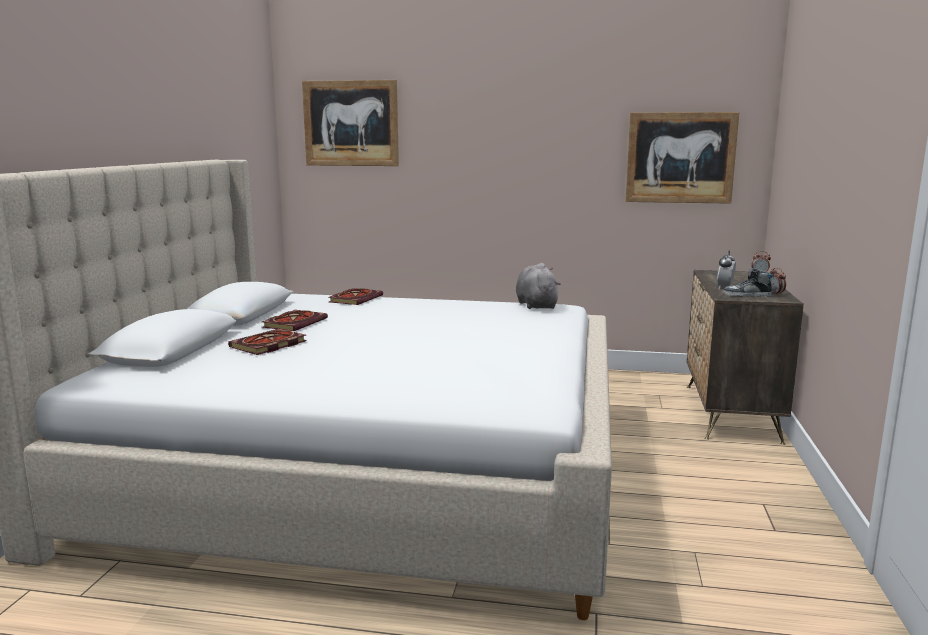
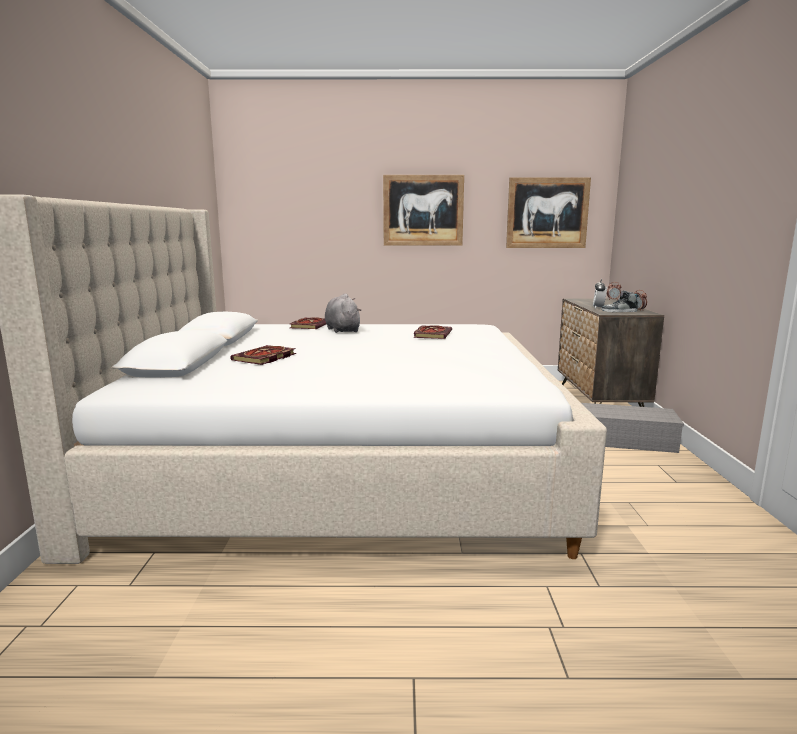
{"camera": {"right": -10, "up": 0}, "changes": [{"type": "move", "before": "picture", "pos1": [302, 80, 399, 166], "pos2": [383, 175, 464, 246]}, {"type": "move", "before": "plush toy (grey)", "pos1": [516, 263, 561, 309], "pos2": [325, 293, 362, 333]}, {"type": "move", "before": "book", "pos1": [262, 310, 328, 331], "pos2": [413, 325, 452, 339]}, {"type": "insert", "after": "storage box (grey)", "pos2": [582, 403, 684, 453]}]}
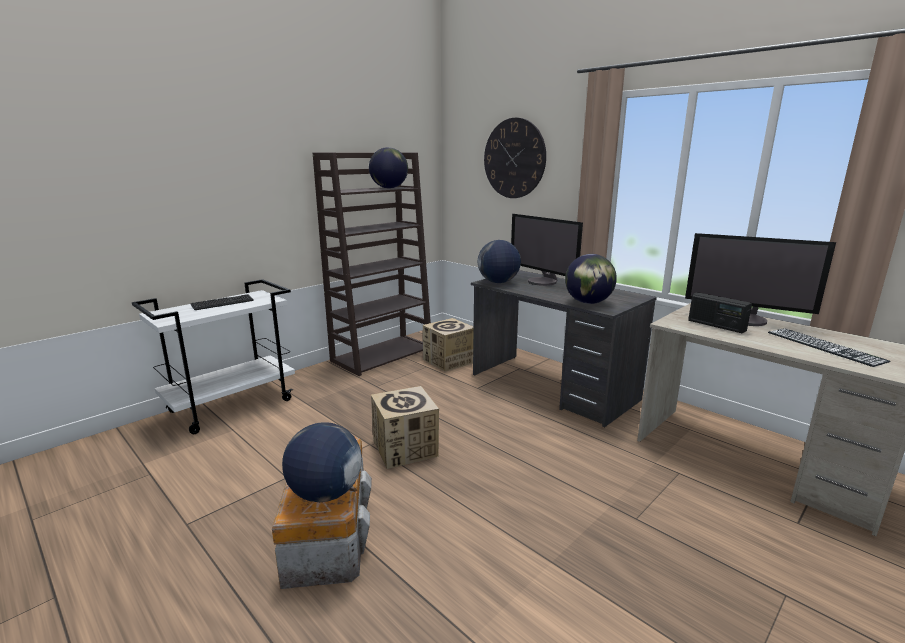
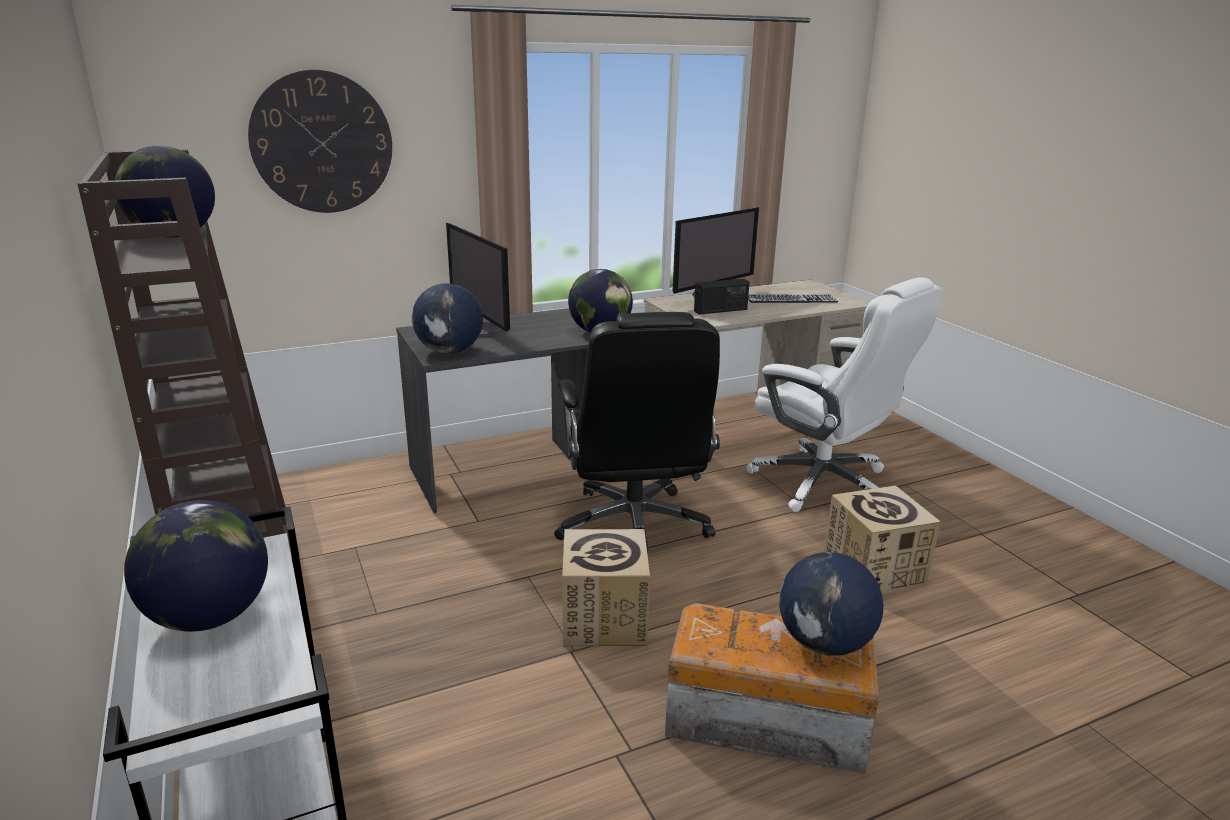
{"camera": {"right": -70, "up": 5}, "changes": [{"type": "rotate", "before": "monitor", "pos1": [511, 214, 583, 286], "pos2": [446, 223, 510, 337], "turn": 75}, {"type": "replace", "before": "keyboard", "after": "globe", "pos1": [191, 294, 254, 310], "pos2": [124, 500, 268, 632]}, {"type": "move", "before": "cardboard box", "pos1": [423, 318, 474, 372], "pos2": [824, 485, 941, 594]}, {"type": "insert", "after": "office chair (white)", "pos2": [747, 277, 943, 512]}, {"type": "insert", "after": "office chair (black)", "pos2": [554, 312, 720, 555]}]}
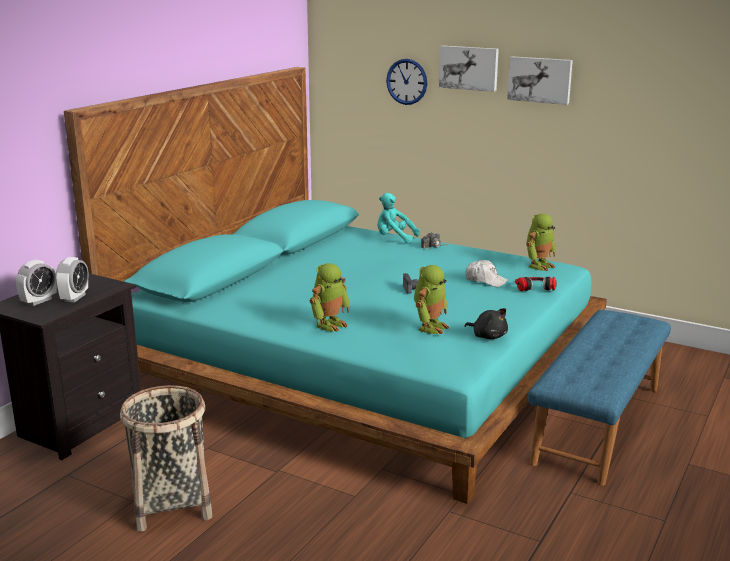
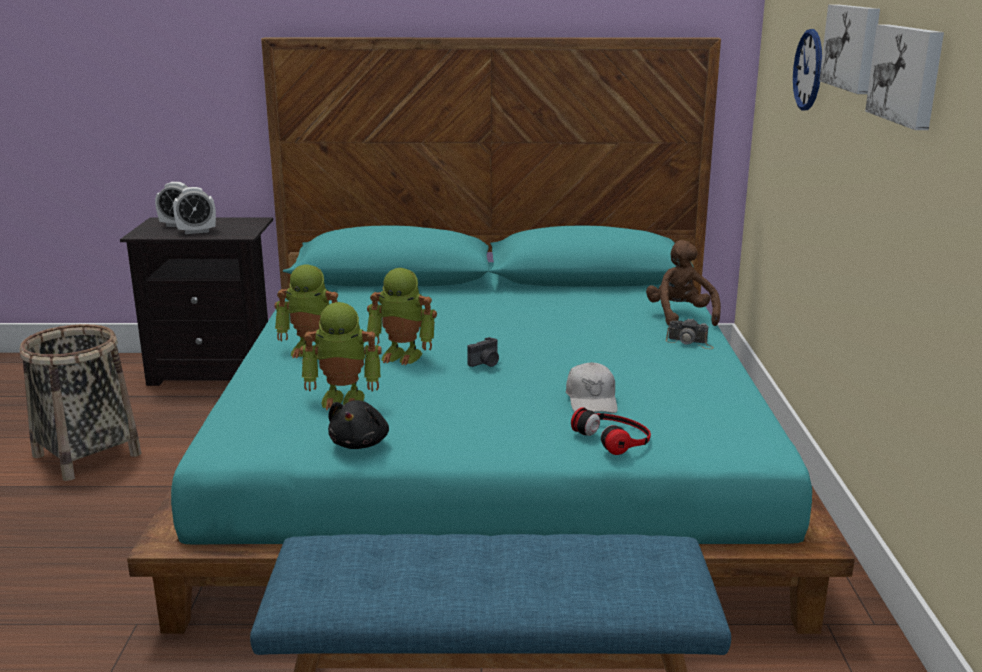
{"camera": {"right": 60, "up": 0}, "changes": [{"type": "recolor", "before": "plush toy (turquoise)", "after": "plush toy (brown)", "pos1": [377, 193, 420, 243], "pos2": [646, 240, 721, 326]}, {"type": "move", "before": "toy robot", "pos1": [526, 213, 556, 271], "pos2": [367, 268, 437, 365]}]}
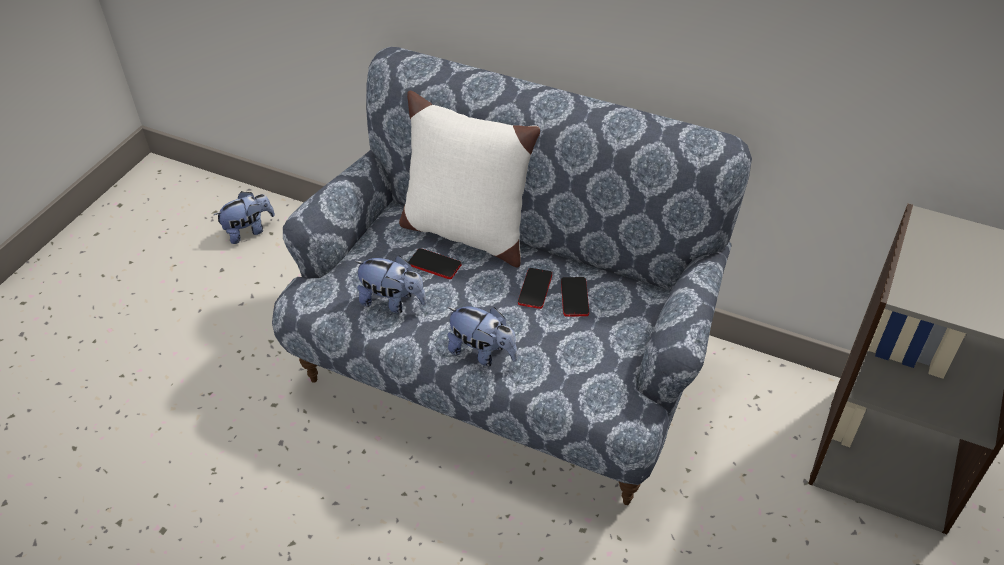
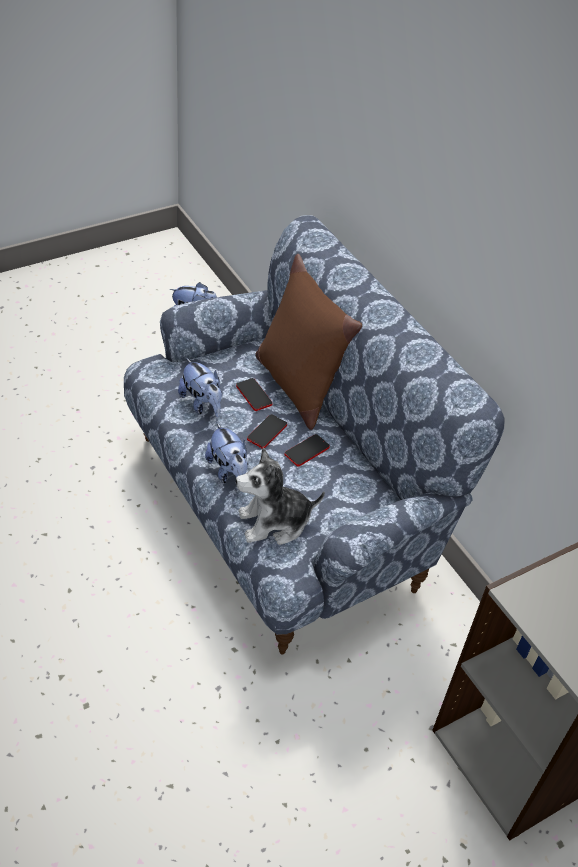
{"camera": {"right": 30, "up": 0}, "changes": [{"type": "recolor", "before": "pillow (white)", "after": "pillow (brown)", "pos1": [399, 91, 540, 268], "pos2": [256, 254, 362, 430]}, {"type": "move", "before": "phone", "pos1": [561, 277, 589, 317], "pos2": [247, 414, 287, 448]}, {"type": "insert", "after": "plush toy", "pos2": [236, 447, 325, 545]}]}
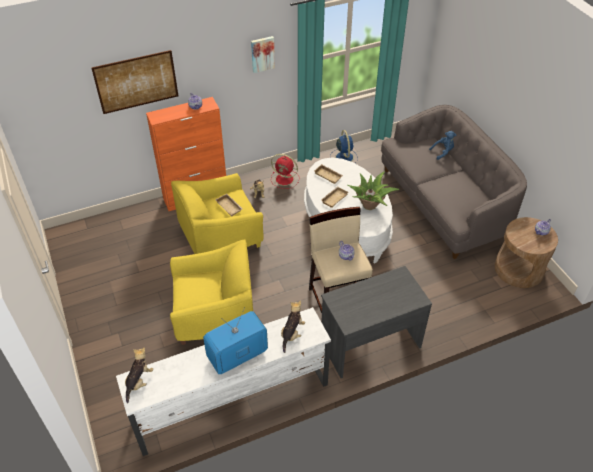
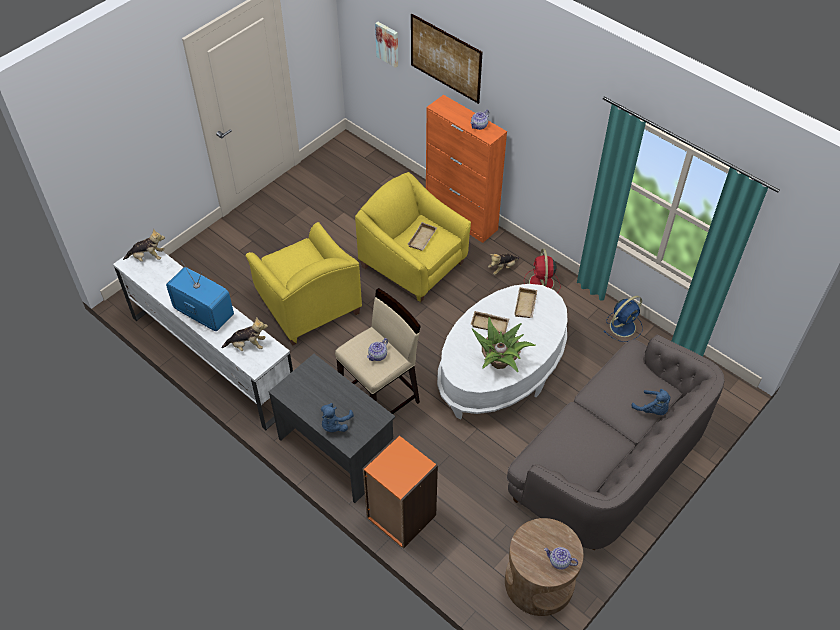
{"camera": {"right": 65, "up": 5}, "changes": [{"type": "move", "before": "picture", "pos1": [251, 36, 275, 73], "pos2": [375, 22, 398, 68]}, {"type": "insert", "after": "plush toy (blue)", "pos2": [321, 403, 354, 432]}, {"type": "insert", "after": "bookcase (orange)", "pos2": [362, 435, 438, 549]}]}
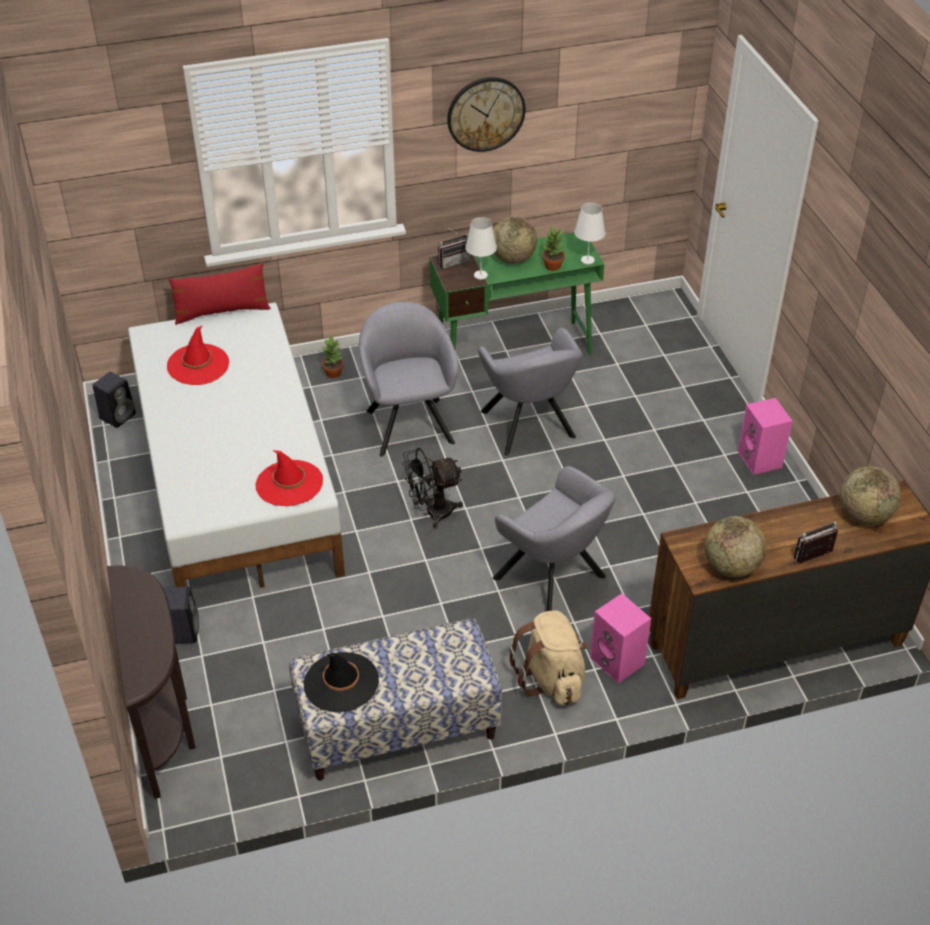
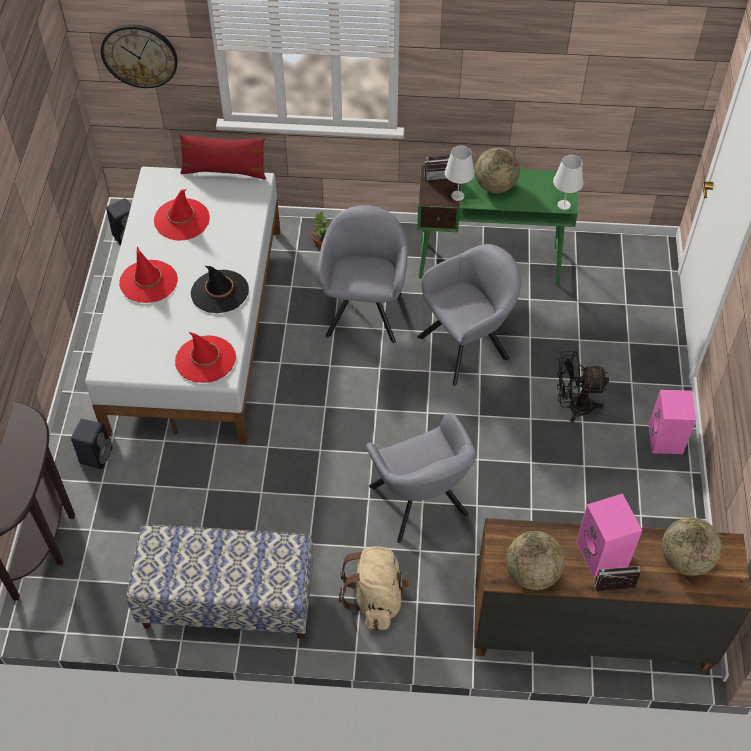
{"camera": {"right": 20, "up": 10}, "changes": [{"type": "move", "before": "wall clock", "pos1": [447, 77, 526, 152], "pos2": [101, 24, 178, 88]}, {"type": "delete", "before": "potted plant", "pos1": [542, 226, 565, 271]}, {"type": "rotate", "before": "armchair (grey)", "pos1": [478, 328, 583, 456], "pos2": [417, 244, 521, 386], "turn": -120}, {"type": "move", "before": "fan (black)", "pos1": [403, 448, 463, 529], "pos2": [557, 351, 609, 423]}, {"type": "move", "before": "speaker (pink)", "pos1": [590, 594, 651, 683], "pos2": [576, 493, 642, 578]}, {"type": "move", "before": "hat (black)", "pos1": [304, 652, 379, 713], "pos2": [191, 266, 249, 313]}, {"type": "insert", "after": "hat (red)", "pos2": [119, 247, 178, 303]}]}
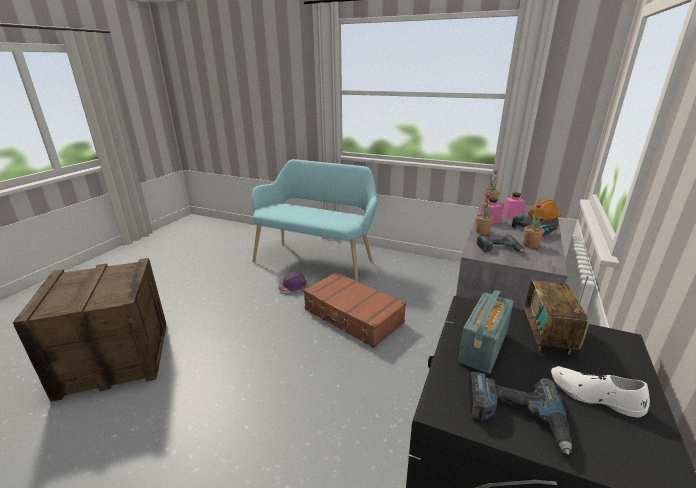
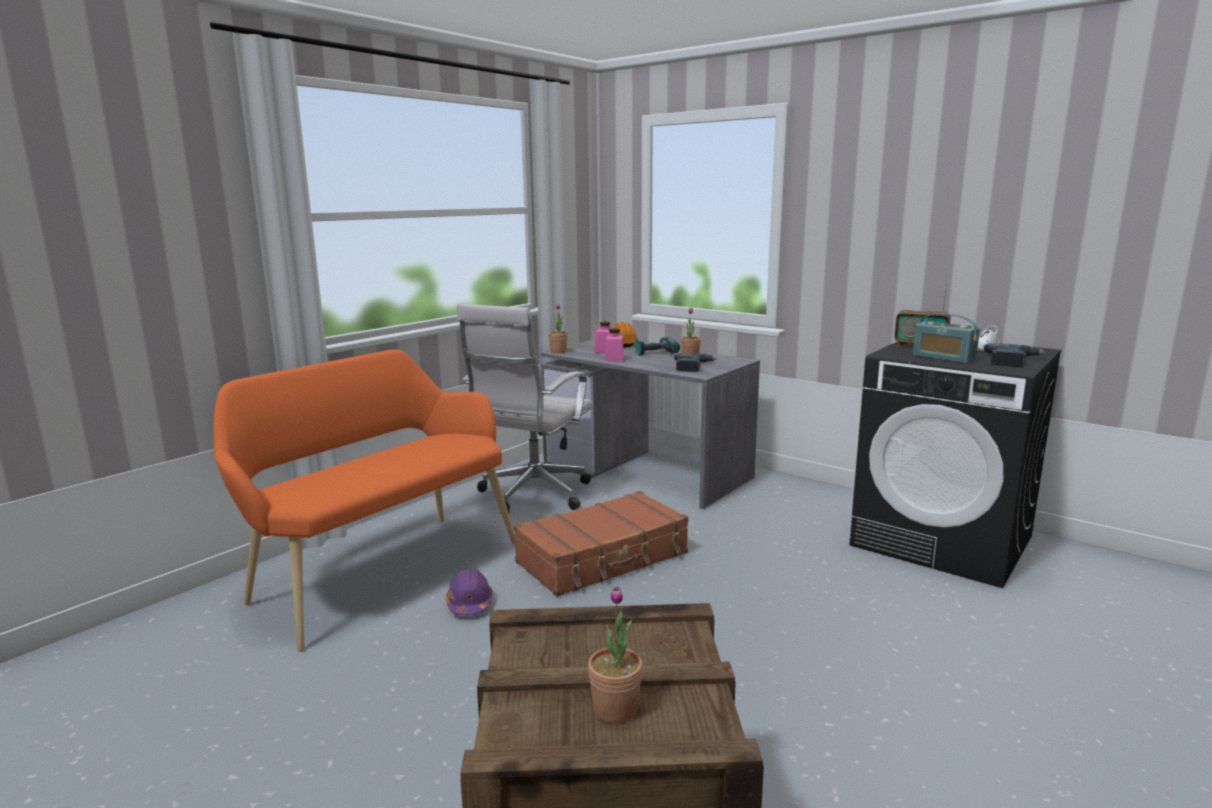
{"camera": {"right": -75, "up": -10}, "changes": [{"type": "recolor", "before": "bench (turquoise)", "after": "bench (orange)", "pos1": [252, 159, 377, 281], "pos2": [213, 349, 515, 651]}, {"type": "move", "before": "potted plant", "pos1": [475, 193, 493, 235], "pos2": [588, 587, 643, 723]}, {"type": "insert", "after": "office chair (white)", "pos2": [457, 303, 593, 514]}]}
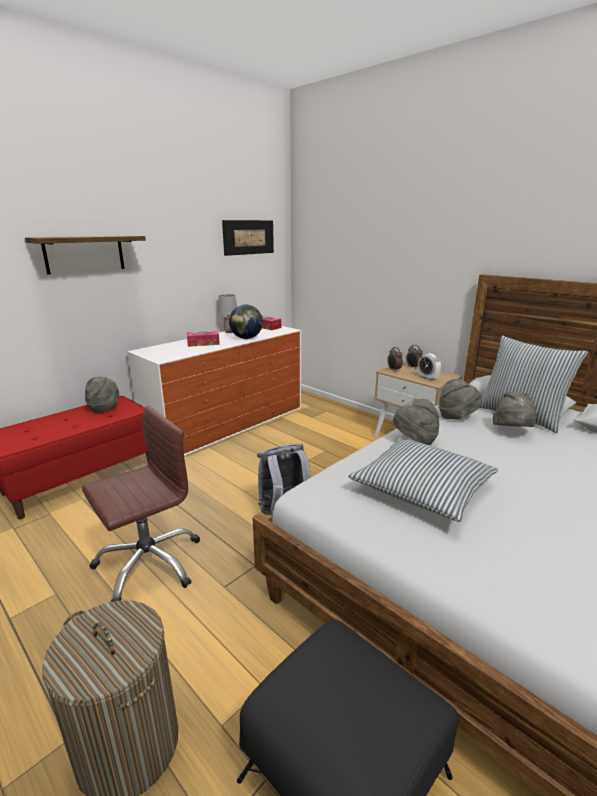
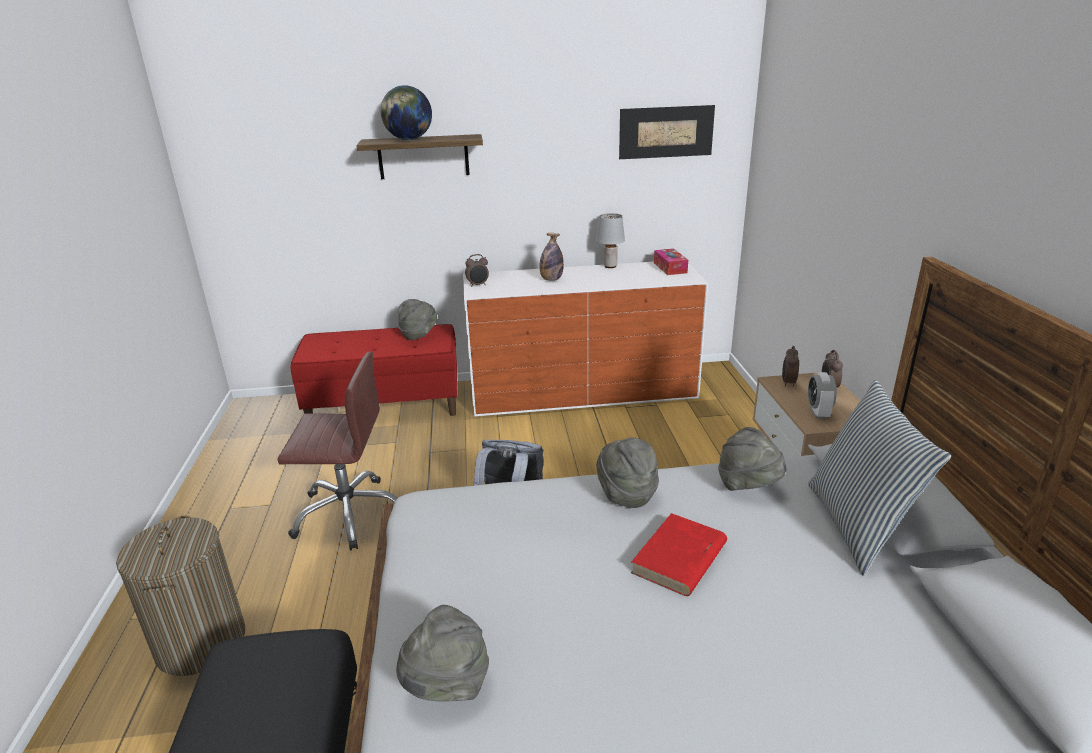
{"camera": {"right": 40, "up": 5}, "changes": [{"type": "move", "before": "globe", "pos1": [229, 305, 263, 339], "pos2": [380, 85, 432, 140]}, {"type": "replace", "before": "tissue box", "after": "bottle", "pos1": [187, 331, 220, 347], "pos2": [539, 233, 564, 281]}, {"type": "move", "before": "hat (grey)", "pos1": [493, 392, 537, 427], "pos2": [396, 605, 489, 701]}, {"type": "delete", "before": "pillow", "pos1": [348, 438, 498, 522]}, {"type": "insert", "after": "alarm clock", "pos2": [465, 254, 489, 287]}, {"type": "insert", "after": "book (red)", "pos2": [631, 513, 727, 596]}]}
